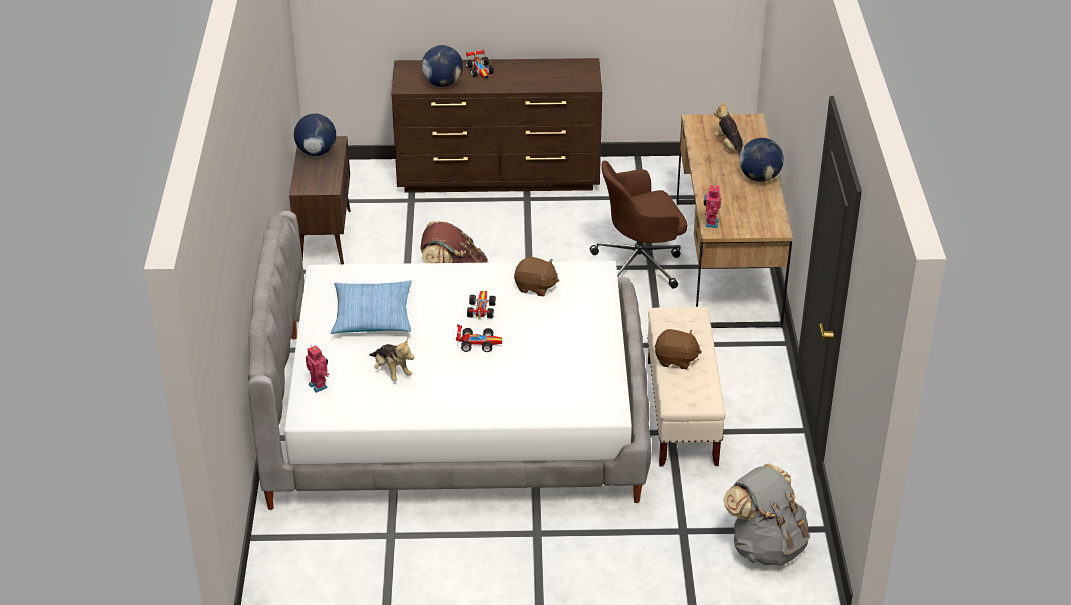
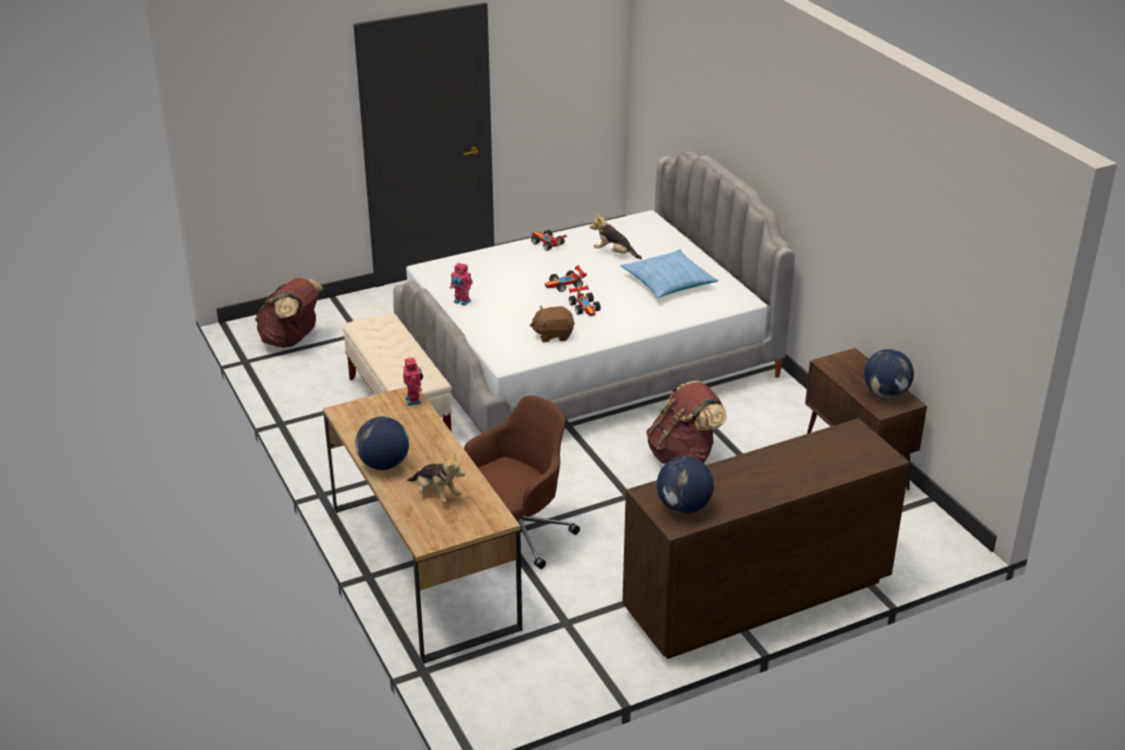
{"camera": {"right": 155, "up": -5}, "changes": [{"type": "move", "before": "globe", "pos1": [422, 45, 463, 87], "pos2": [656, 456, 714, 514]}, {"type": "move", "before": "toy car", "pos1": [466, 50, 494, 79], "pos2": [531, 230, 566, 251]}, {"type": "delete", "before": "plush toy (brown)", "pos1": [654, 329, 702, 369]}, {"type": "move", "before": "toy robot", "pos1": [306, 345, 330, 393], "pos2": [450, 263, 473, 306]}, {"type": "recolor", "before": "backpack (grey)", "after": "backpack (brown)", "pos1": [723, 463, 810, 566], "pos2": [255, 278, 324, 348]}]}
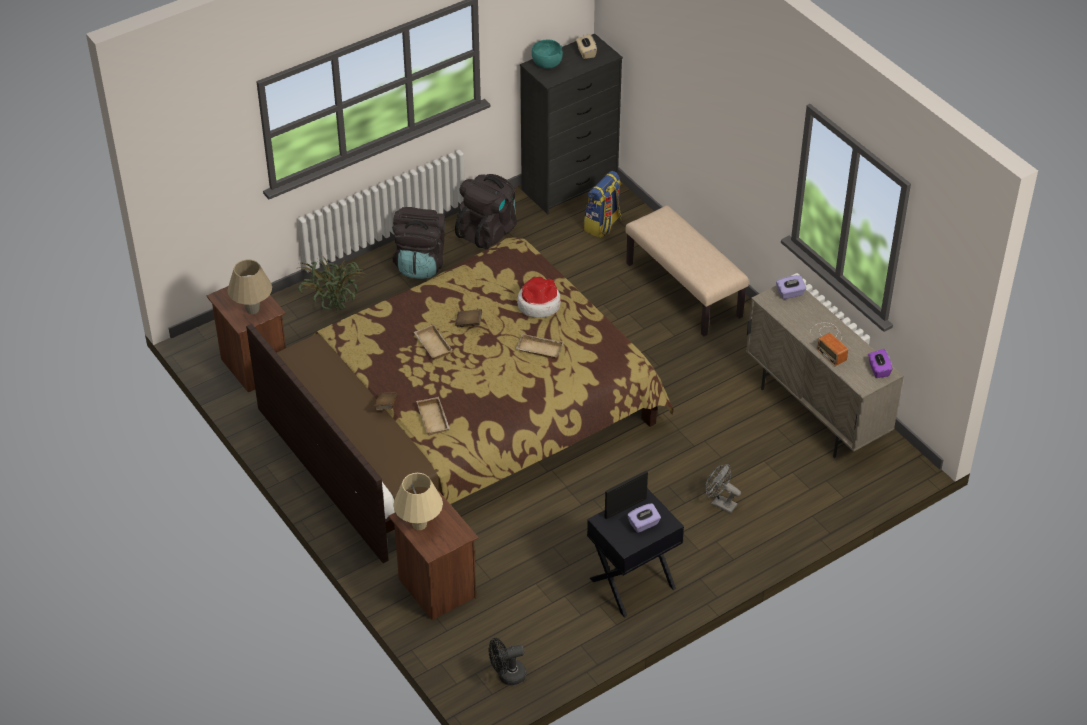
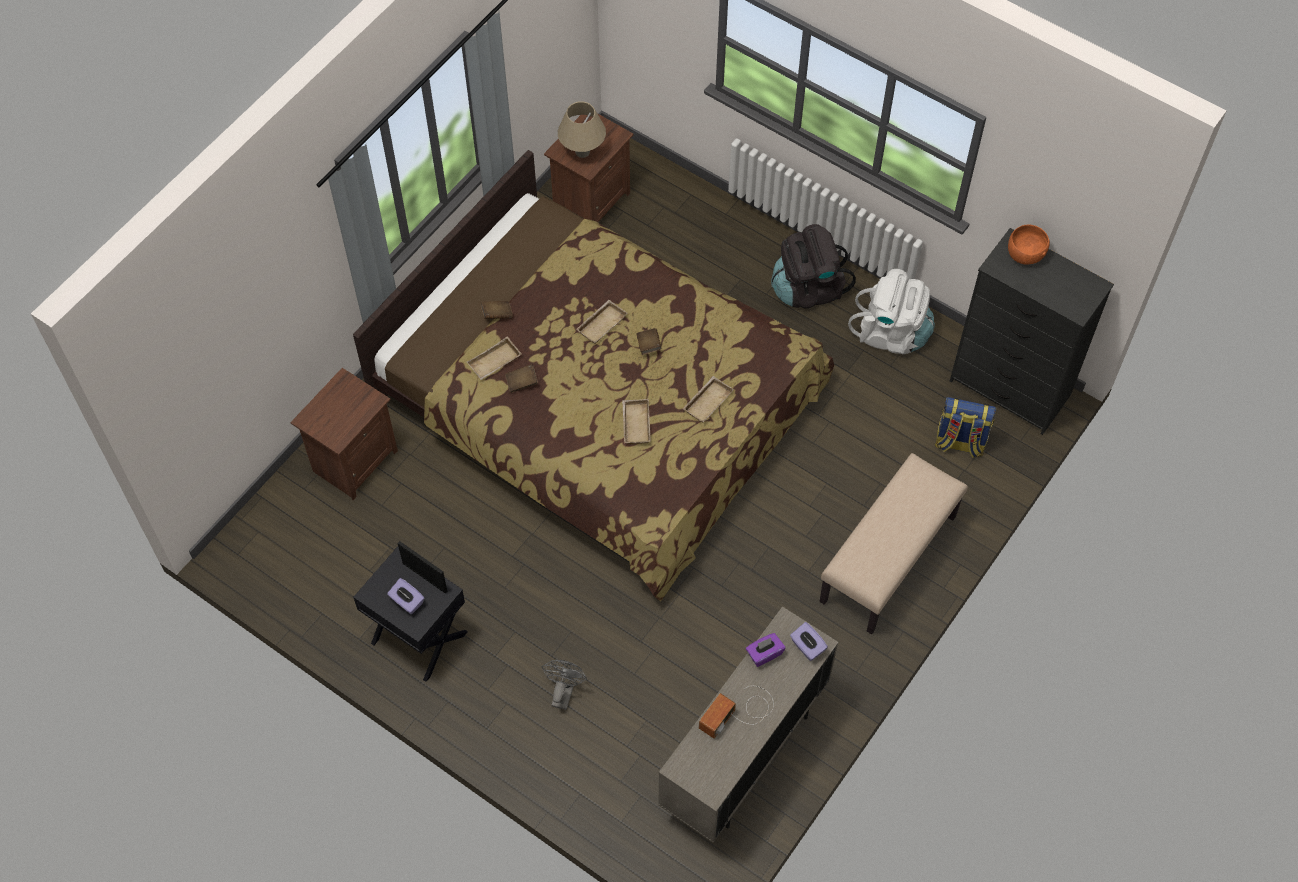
{"camera": {"right": 70, "up": 15}, "changes": [{"type": "delete", "before": "tissue box (beige)", "pos1": [576, 34, 597, 59]}, {"type": "recolor", "before": "bowl (turquoise)", "after": "bowl (orange)", "pos1": [532, 40, 563, 69], "pos2": [1008, 224, 1050, 265]}, {"type": "recolor", "before": "backpack (black)", "after": "backpack (white)", "pos1": [455, 174, 517, 249], "pos2": [848, 269, 935, 354]}, {"type": "delete", "before": "potted plant", "pos1": [298, 256, 366, 313]}, {"type": "replace", "before": "hat", "after": "tray (beige)", "pos1": [517, 277, 561, 318], "pos2": [683, 376, 734, 423]}, {"type": "move", "before": "tissue box (purple)", "pos1": [868, 349, 892, 378], "pos2": [746, 633, 786, 667]}, {"type": "delete", "before": "table lamp (beige)", "pos1": [393, 473, 443, 530]}, {"type": "delete", "before": "fan (black)", "pos1": [488, 638, 526, 685]}, {"type": "insert", "after": "book (brown)", "pos2": [505, 364, 538, 393]}]}
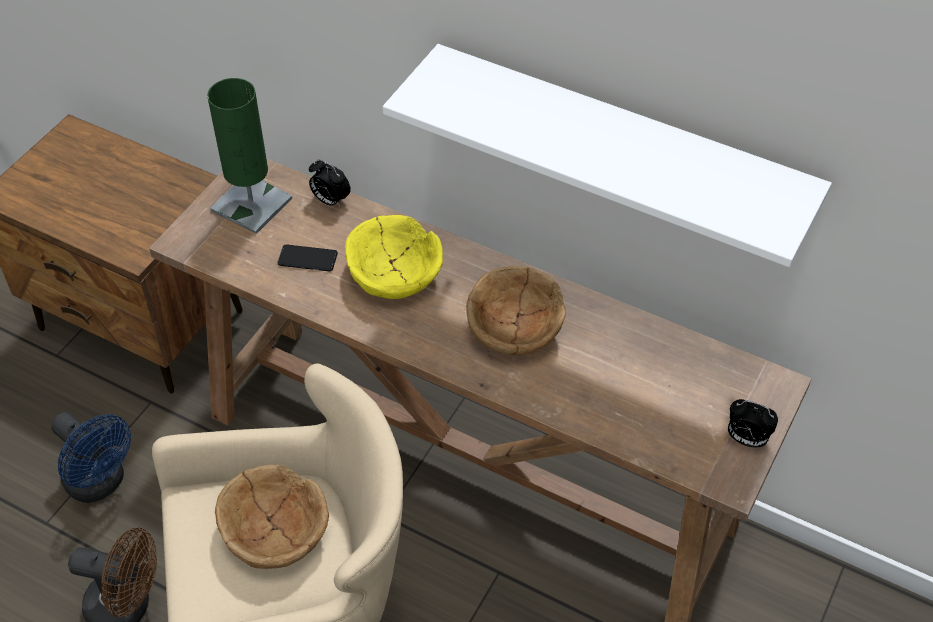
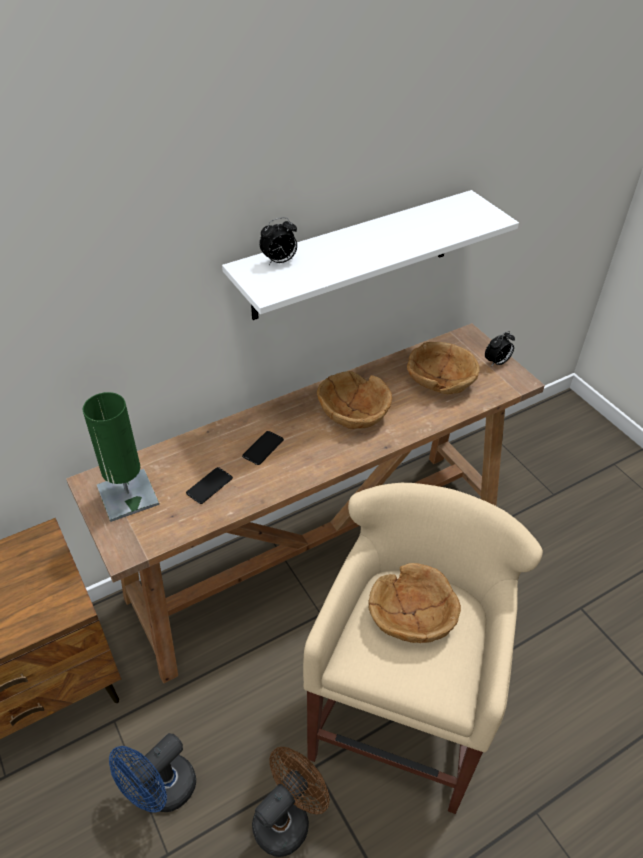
{"camera": {"right": -60, "up": -5}, "changes": [{"type": "move", "before": "alarm clock", "pos1": [309, 159, 351, 208], "pos2": [260, 217, 297, 265]}, {"type": "replace", "before": "bowl (yellow)", "after": "phone", "pos1": [345, 215, 443, 299], "pos2": [242, 431, 284, 465]}, {"type": "rotate", "before": "fan (blue)", "pos1": [51, 412, 131, 503], "pos2": [109, 733, 196, 813], "turn": 150}, {"type": "insert", "after": "bowl (brown)", "pos2": [407, 342, 480, 394]}]}
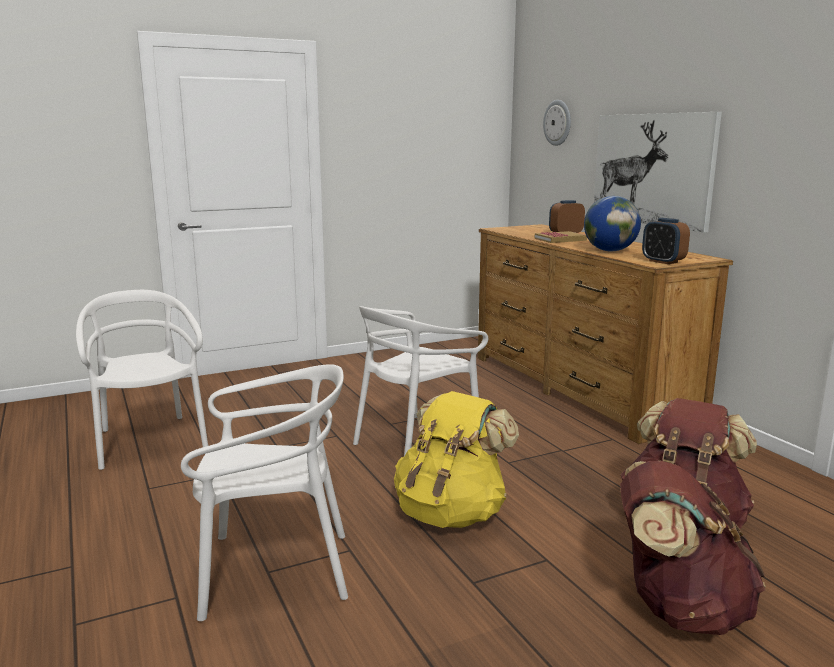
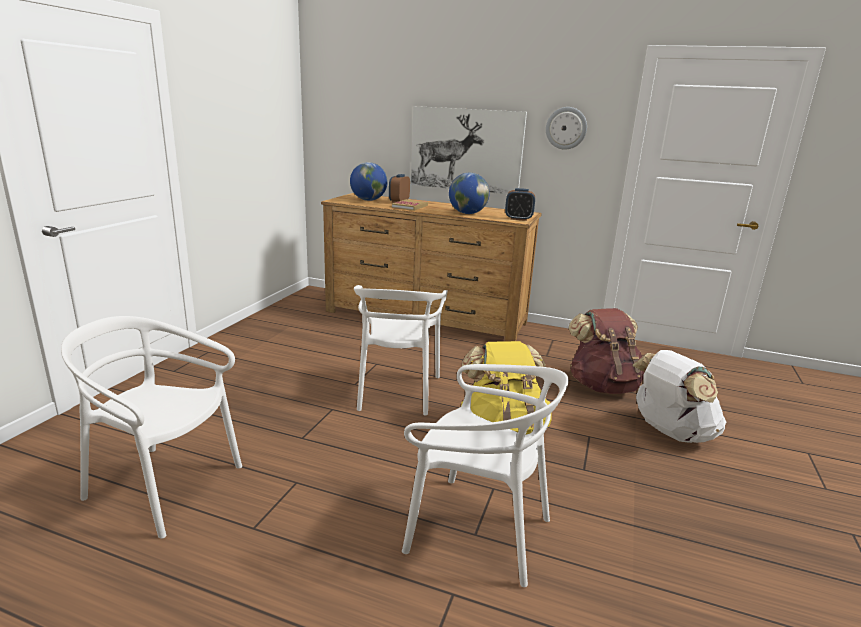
{"camera": {"right": -45, "up": 5}, "changes": [{"type": "move", "before": "wall clock", "pos1": [543, 100, 571, 146], "pos2": [546, 107, 587, 150]}, {"type": "rotate", "before": "chair (white)", "pos1": [181, 364, 348, 621], "pos2": [402, 364, 569, 587], "turn": 75}, {"type": "recolor", "before": "backpack (brown)", "after": "backpack (white)", "pos1": [620, 461, 766, 635], "pos2": [632, 350, 726, 443]}, {"type": "insert", "after": "globe", "pos2": [350, 162, 388, 201]}]}
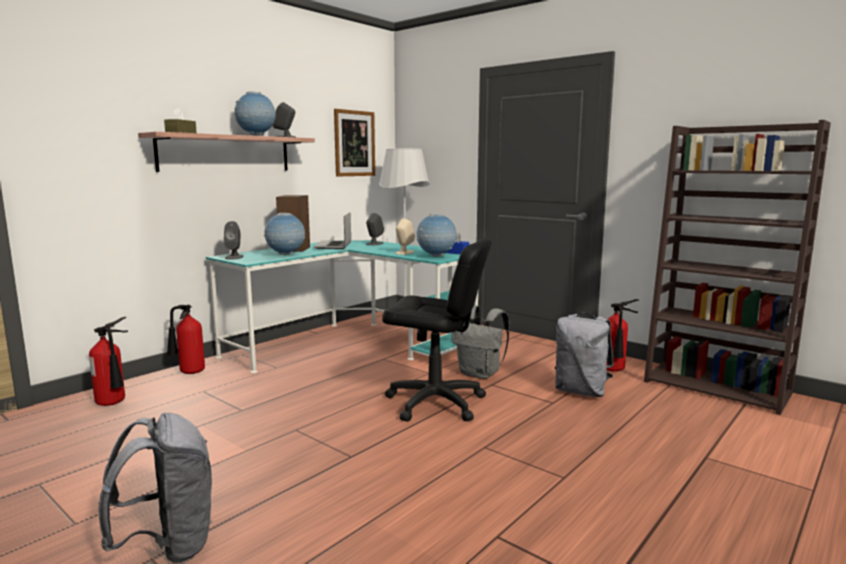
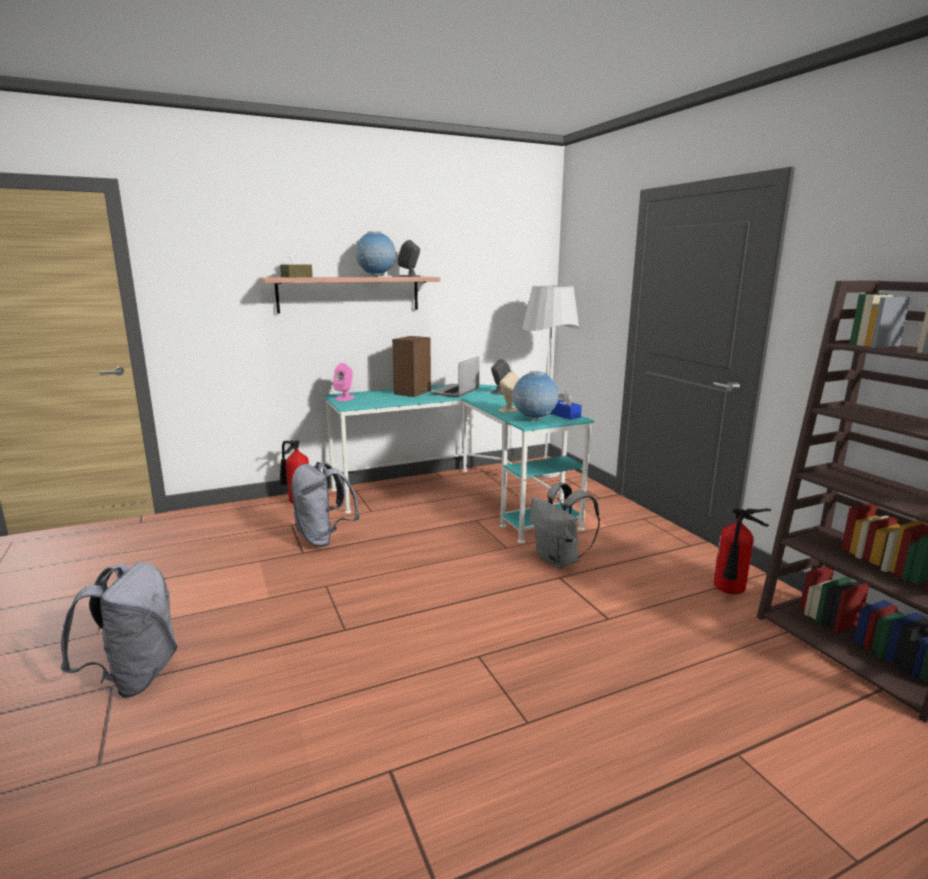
{"camera": {"right": 25, "up": 5}, "changes": [{"type": "delete", "before": "picture", "pos1": [334, 109, 375, 176]}, {"type": "delete", "before": "globe", "pos1": [264, 212, 305, 255]}, {"type": "recolor", "before": "speaker (grey)", "after": "speaker (pink)", "pos1": [224, 221, 244, 259], "pos2": [333, 363, 355, 401]}, {"type": "delete", "before": "office chair (black)", "pos1": [382, 239, 492, 422]}, {"type": "move", "before": "backpack (grey)", "pos1": [555, 313, 614, 397], "pos2": [291, 462, 360, 547]}, {"type": "delete", "before": "fire extinguisher", "pos1": [89, 317, 128, 406]}]}
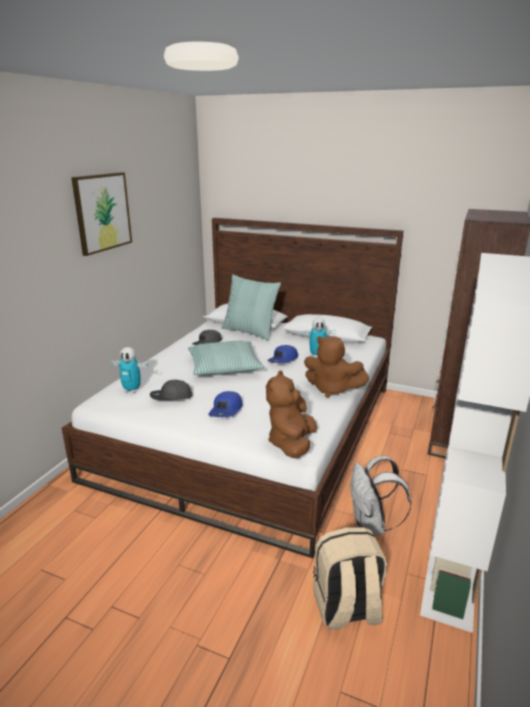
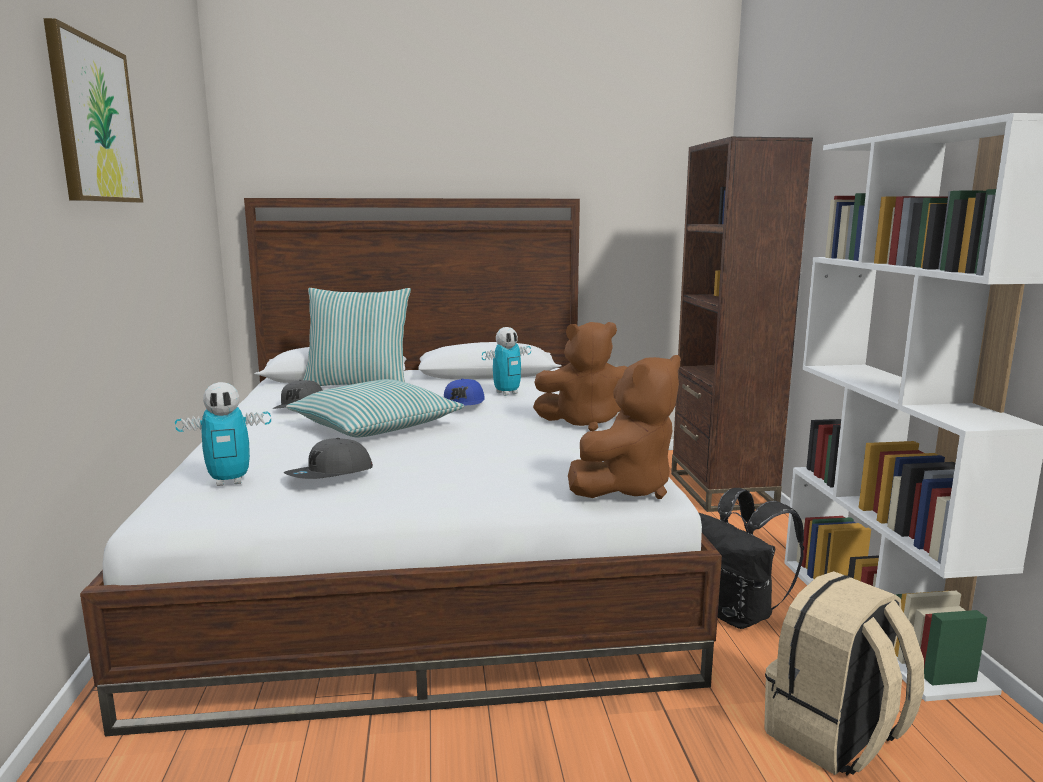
{"camera": {"right": -30, "up": -10}, "changes": [{"type": "rotate", "before": "plush toy (brown)", "pos1": [266, 371, 317, 458], "pos2": [568, 355, 680, 499], "turn": -120}, {"type": "delete", "before": "cap (blue)", "pos1": [208, 391, 243, 417]}, {"type": "recolor", "before": "backpack (white)", "after": "backpack (black)", "pos1": [350, 456, 411, 535], "pos2": [699, 488, 804, 629]}]}
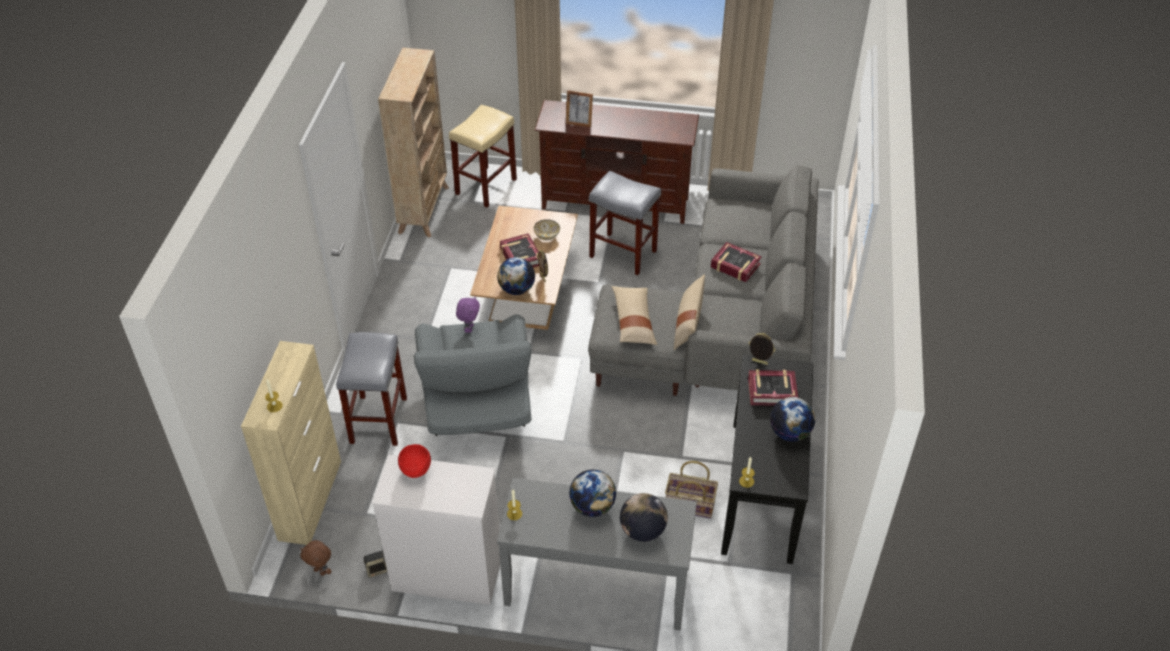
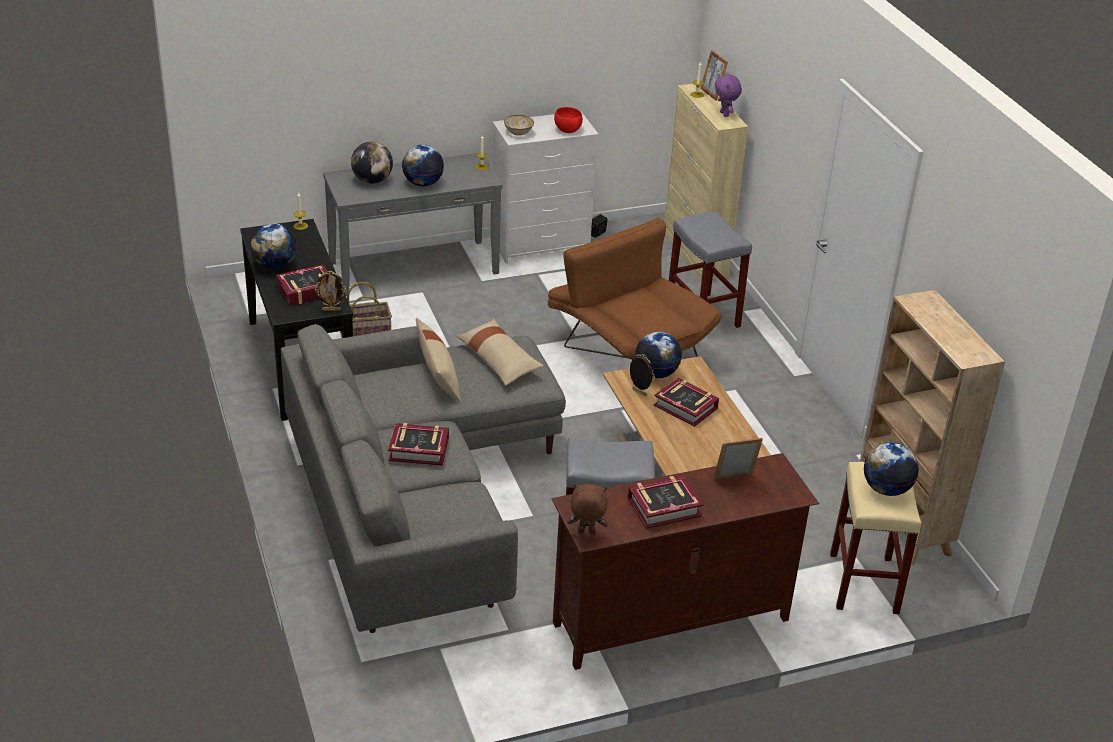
{"camera": {"right": 150, "up": -10}, "changes": [{"type": "move", "before": "bowl", "pos1": [533, 219, 560, 241], "pos2": [504, 115, 534, 136]}, {"type": "move", "before": "plush toy (purple)", "pos1": [456, 296, 480, 333], "pos2": [715, 75, 742, 117]}, {"type": "recolor", "before": "armchair (grey)", "after": "armchair (brown)", "pos1": [414, 314, 532, 436], "pos2": [548, 218, 722, 360]}, {"type": "move", "before": "plush toy (brown)", "pos1": [300, 540, 332, 576], "pos2": [567, 484, 608, 534]}, {"type": "insert", "after": "picture frame", "pos2": [700, 50, 728, 101]}, {"type": "insert", "after": "globe", "pos2": [864, 442, 919, 496]}, {"type": "insert", "after": "book", "pos2": [628, 475, 703, 529]}]}
